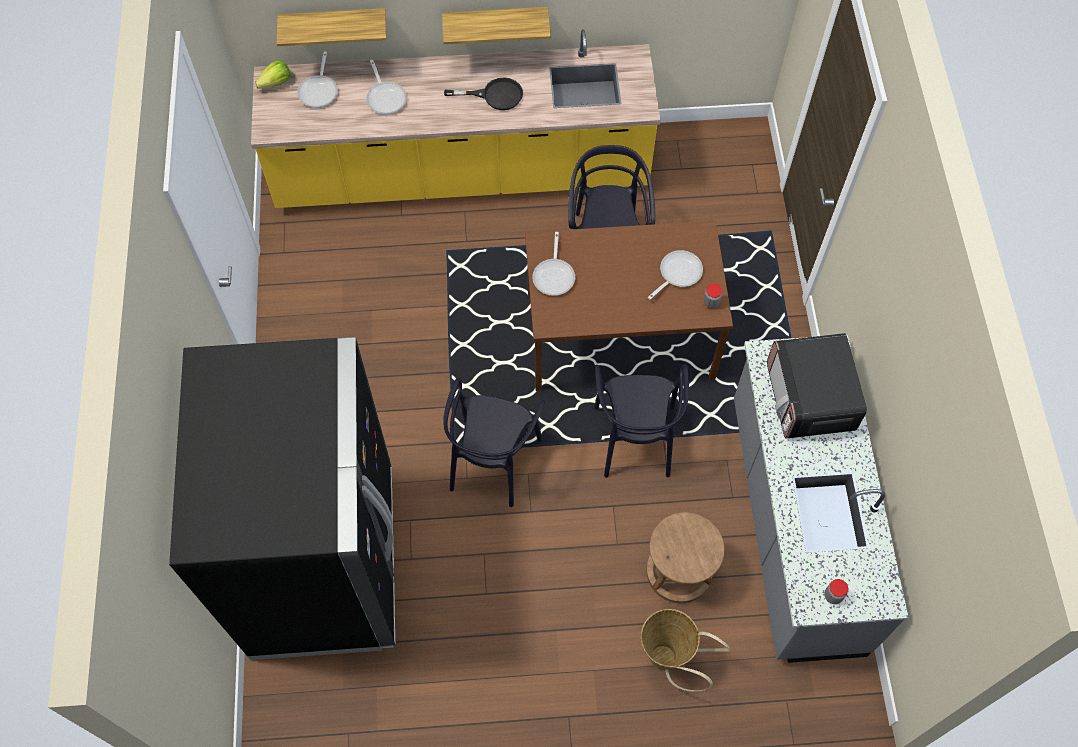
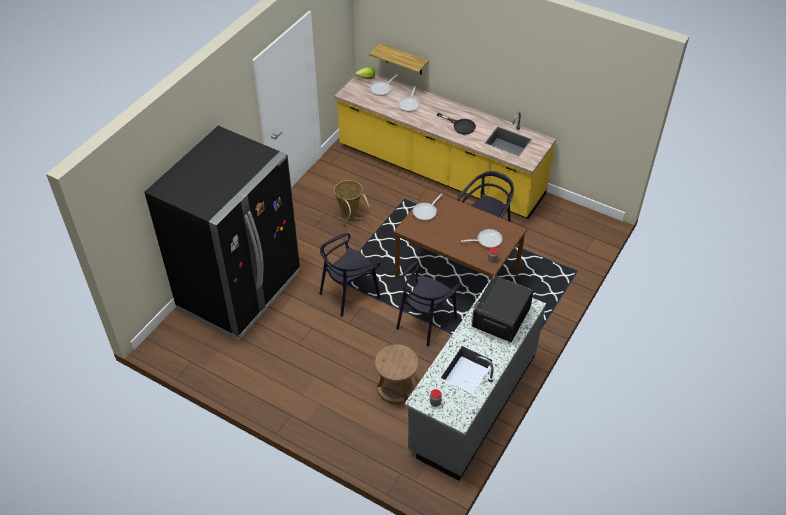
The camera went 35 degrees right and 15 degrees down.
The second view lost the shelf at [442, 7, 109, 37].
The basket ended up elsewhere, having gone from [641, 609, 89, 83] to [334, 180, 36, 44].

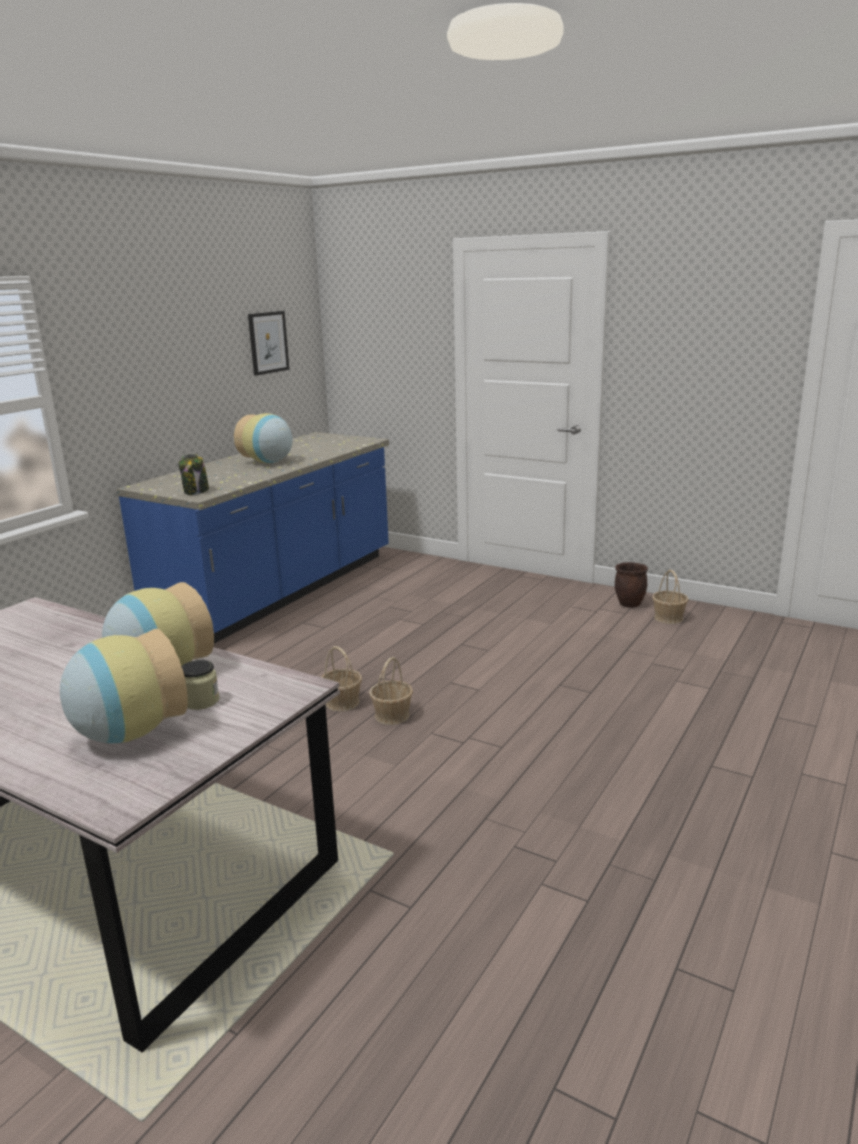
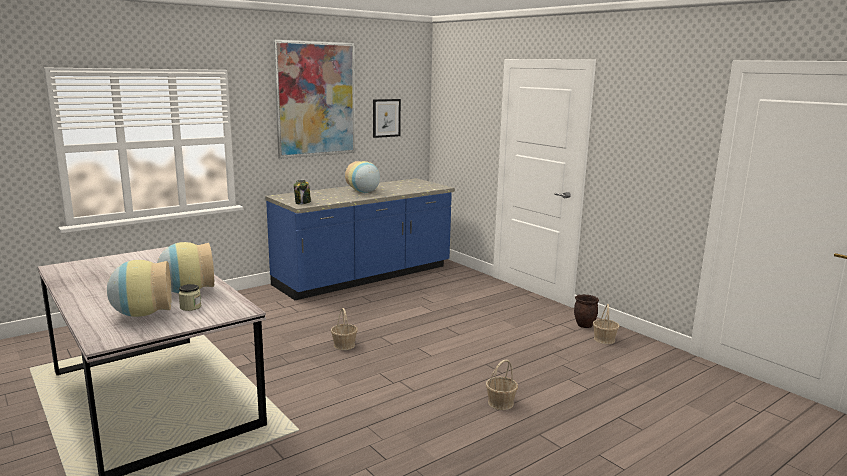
The camera went 20 degrees right and 5 degrees down.
The basket ended up elsewhere, having gone from [369, 657, 44, 68] to [486, 360, 32, 50].
The second view gained the picture at [273, 39, 82, 120].

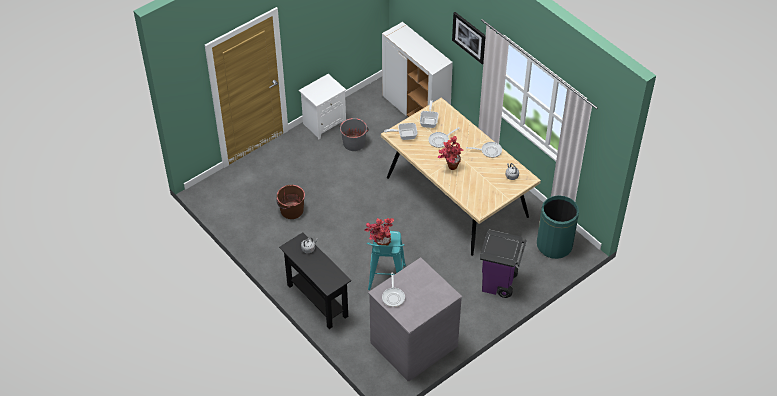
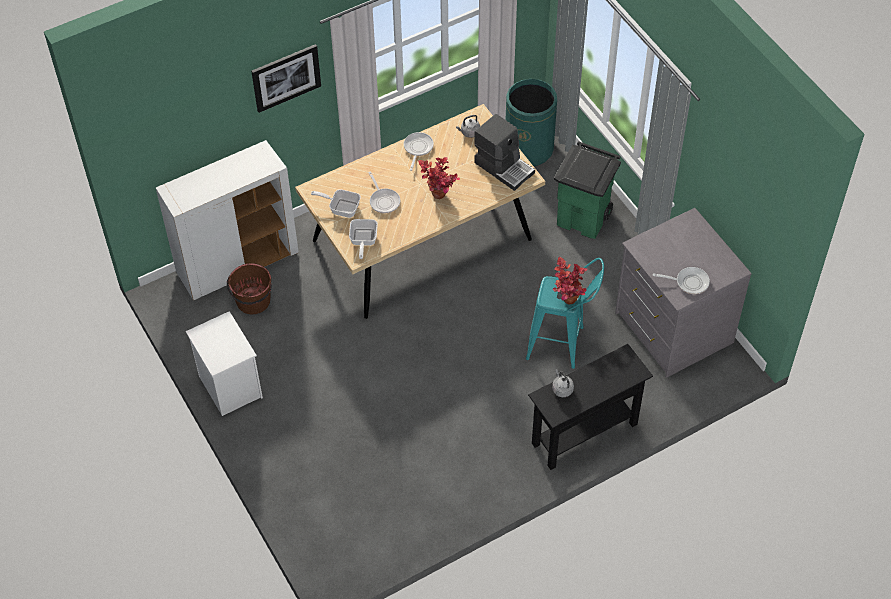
The camera went 80 degrees left and 5 degrees up.
The second view lost the bucket in grey at [340, 118, 29, 33].
The bucket in brown ended up elsewhere, having gone from [276, 185, 29, 34] to [227, 263, 45, 51].
What was the trash can in purple at [480, 230, 47, 68] turned into the trash can in green at [554, 141, 67, 98].
The second view gained the coffee machine at [474, 114, 61, 77].

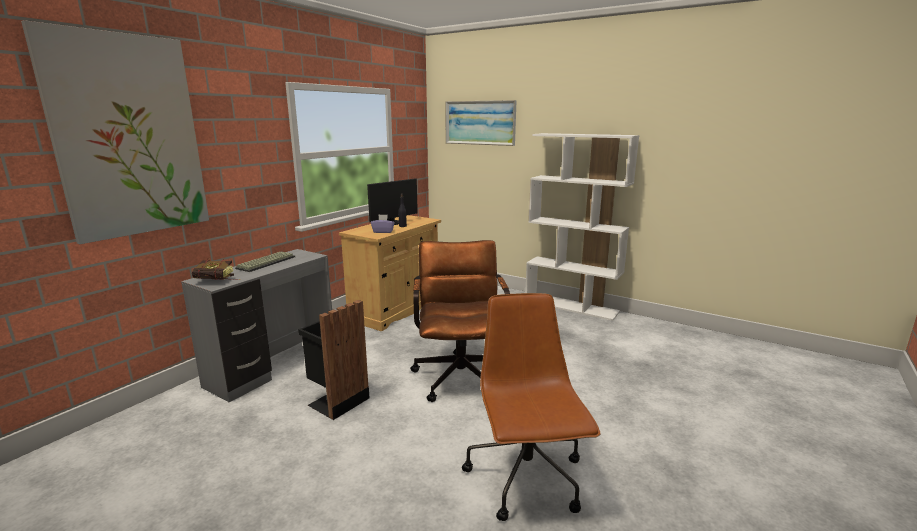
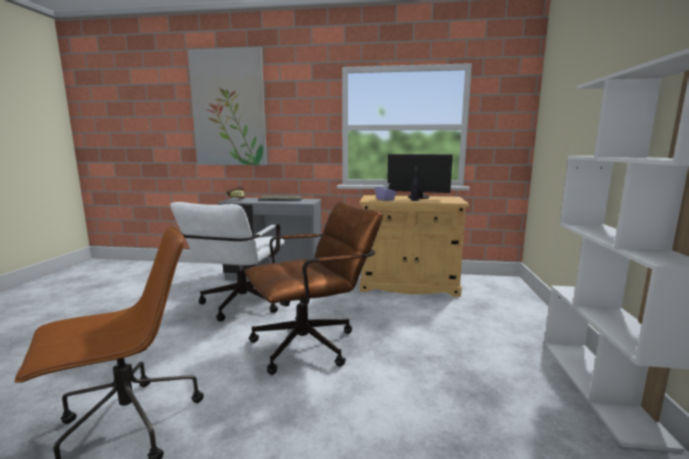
The camera went 65 degrees right and 5 degrees down.
The second view lost the picture at [445, 100, 72, 46].
Where the trash can in black stood at [298, 300, 71, 120], the office chair in white came to stand at [170, 202, 115, 119].

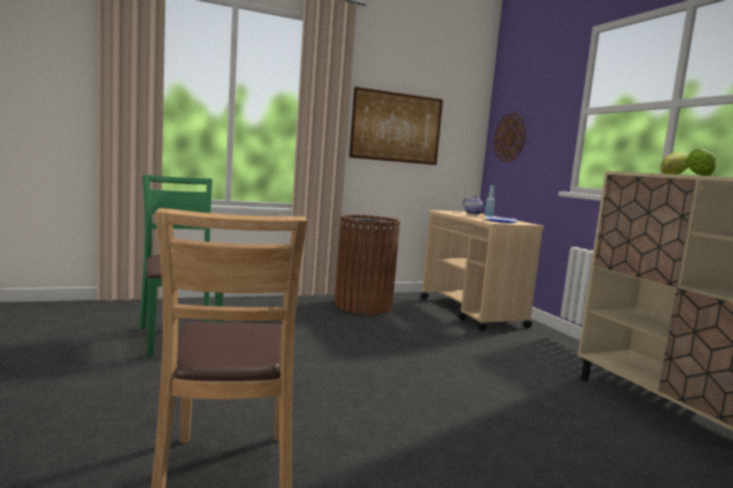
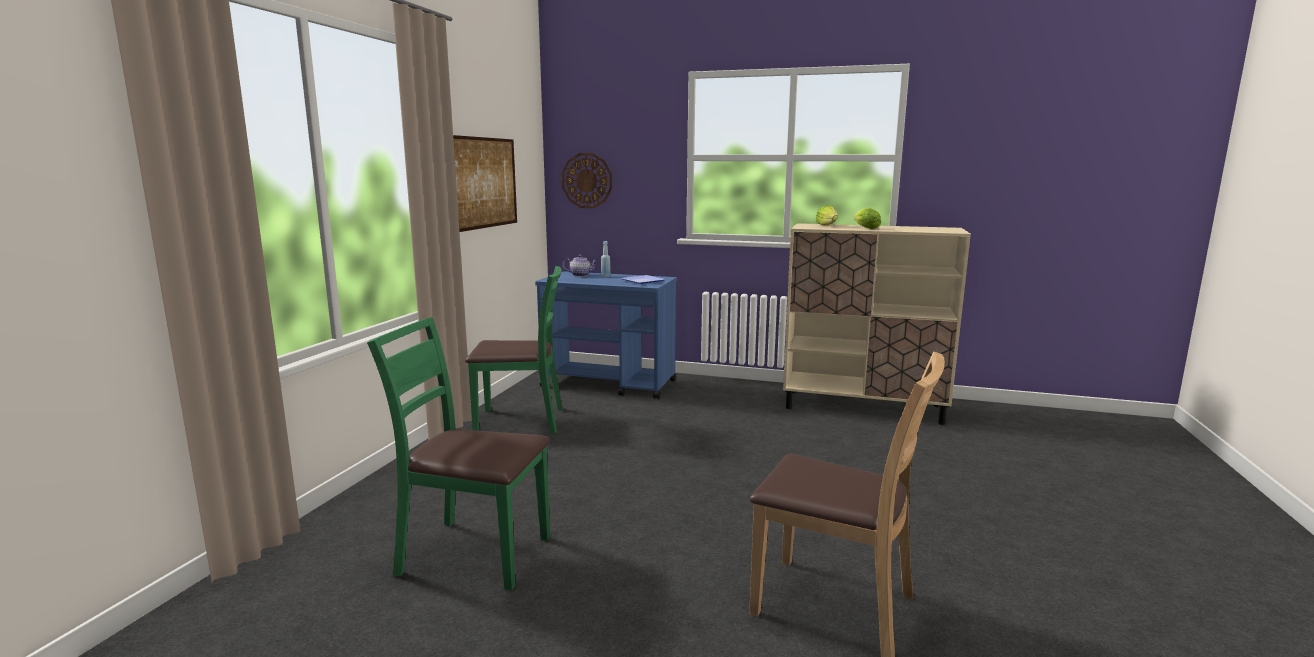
The camera went 50 degrees left and 5 degrees up.
What was the cart in beige at [421, 210, 123, 121] turned into the cart in blue at [535, 271, 142, 128].
Where the trash can in brown stood at [335, 215, 65, 100], the chair in green came to stand at [465, 266, 98, 167].

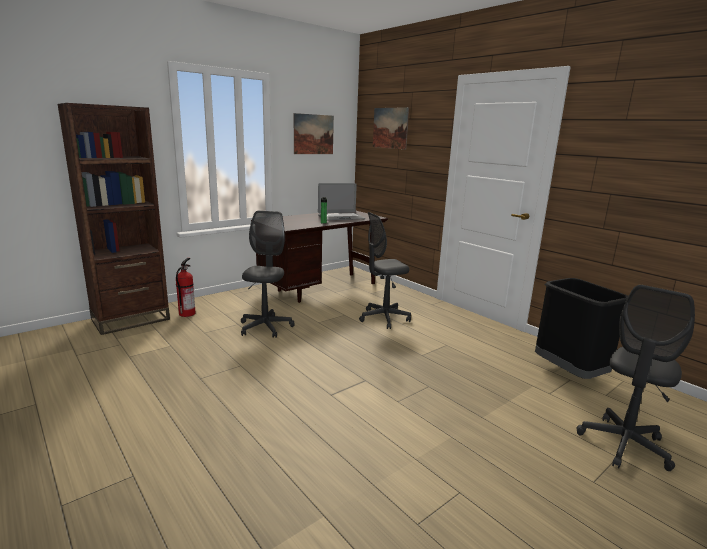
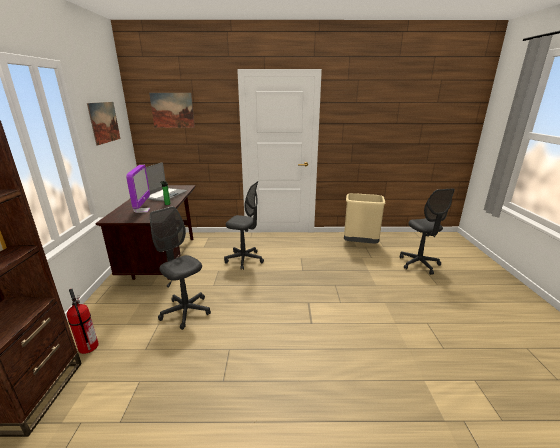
The camera went 50 degrees left and 5 degrees up.
The office chair in grey at [359, 212, 52, 117] ended up facing another way, 90 degrees counterclockwise from before.
What was the trash can in black at [535, 278, 93, 101] turned into the trash can in beige at [344, 193, 42, 50].
The second view gained the monitor at [126, 165, 24, 48].

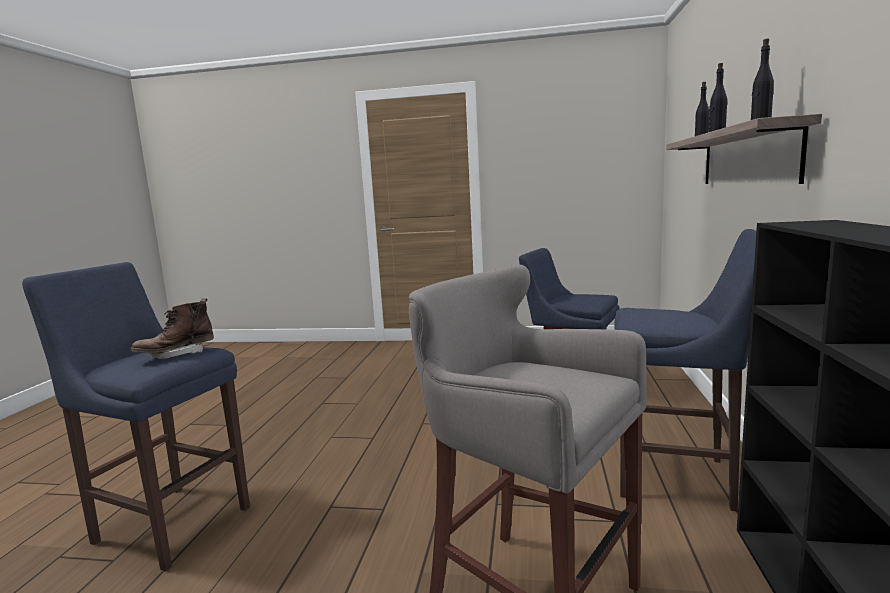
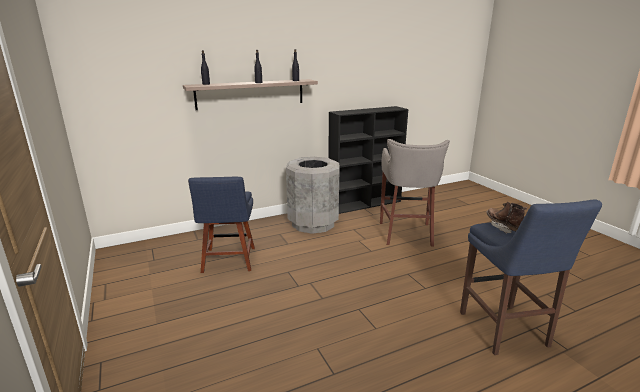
The camera went 125 degrees left and 10 degrees up.
Where the stool in blue stood at [614, 229, 142, 283], the trash can in grey came to stand at [286, 157, 54, 77].
The boot in brown at [130, 298, 84, 61] ended up facing another way, 120 degrees counterclockwise from before.

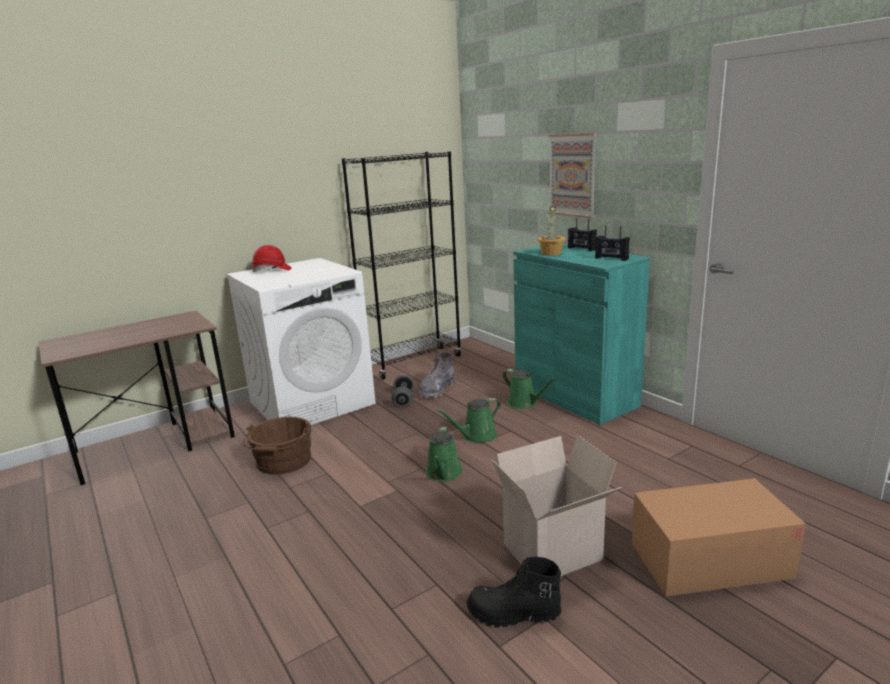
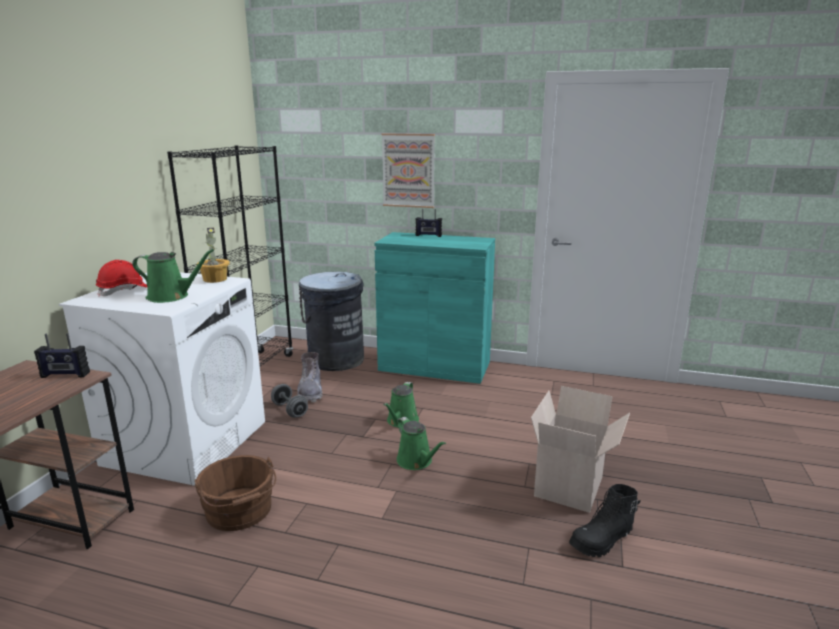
The camera went 40 degrees left and 0 degrees up.
The potted plant ended up elsewhere, having gone from [537, 207, 28, 49] to [196, 228, 34, 55].
The radio ended up elsewhere, having gone from [595, 225, 35, 36] to [34, 333, 56, 45].
The watering can in green ended up elsewhere, having gone from [503, 369, 54, 40] to [132, 249, 82, 54].
The second view lost the cardboard box at [632, 478, 174, 118].
The second view gained the trash can in grey at [299, 272, 65, 99].

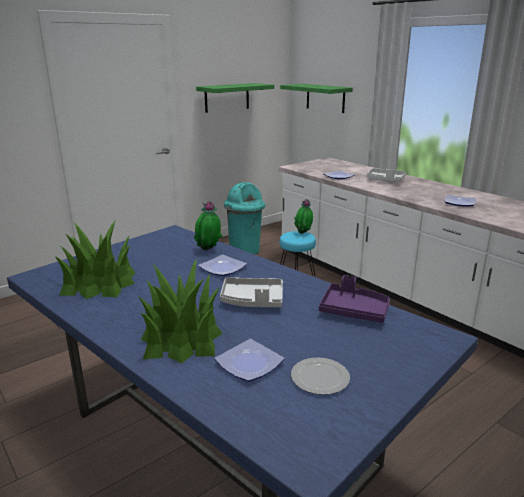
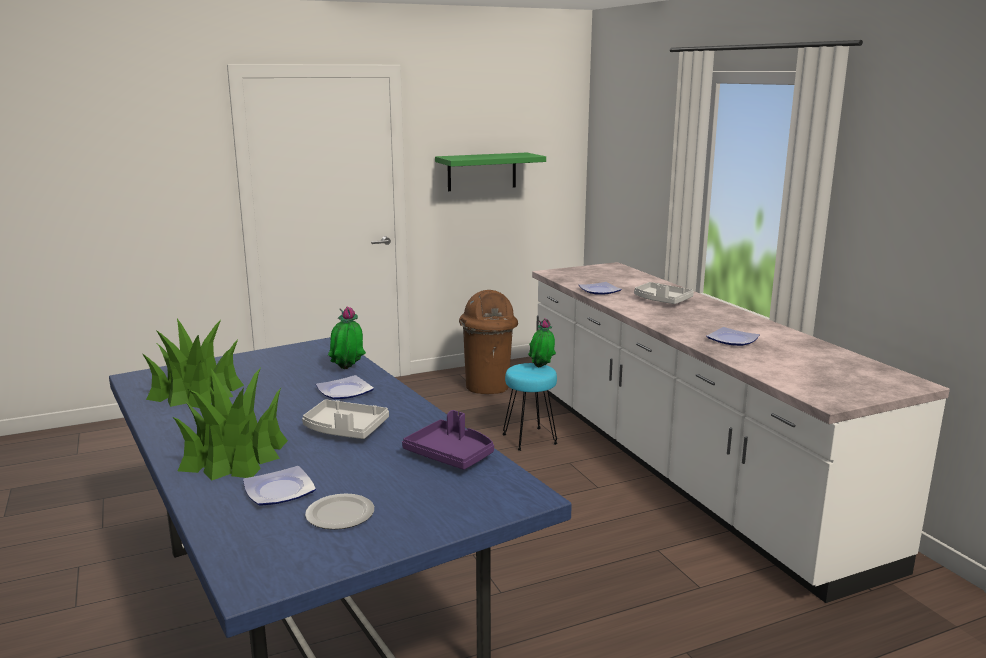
The camera went 15 degrees right and 5 degrees down.
The second view lost the shelf in green at [280, 84, 73, 29].
What was the trash can in turquoise at [224, 182, 41, 72] turned into the trash can in brown at [459, 290, 59, 104].

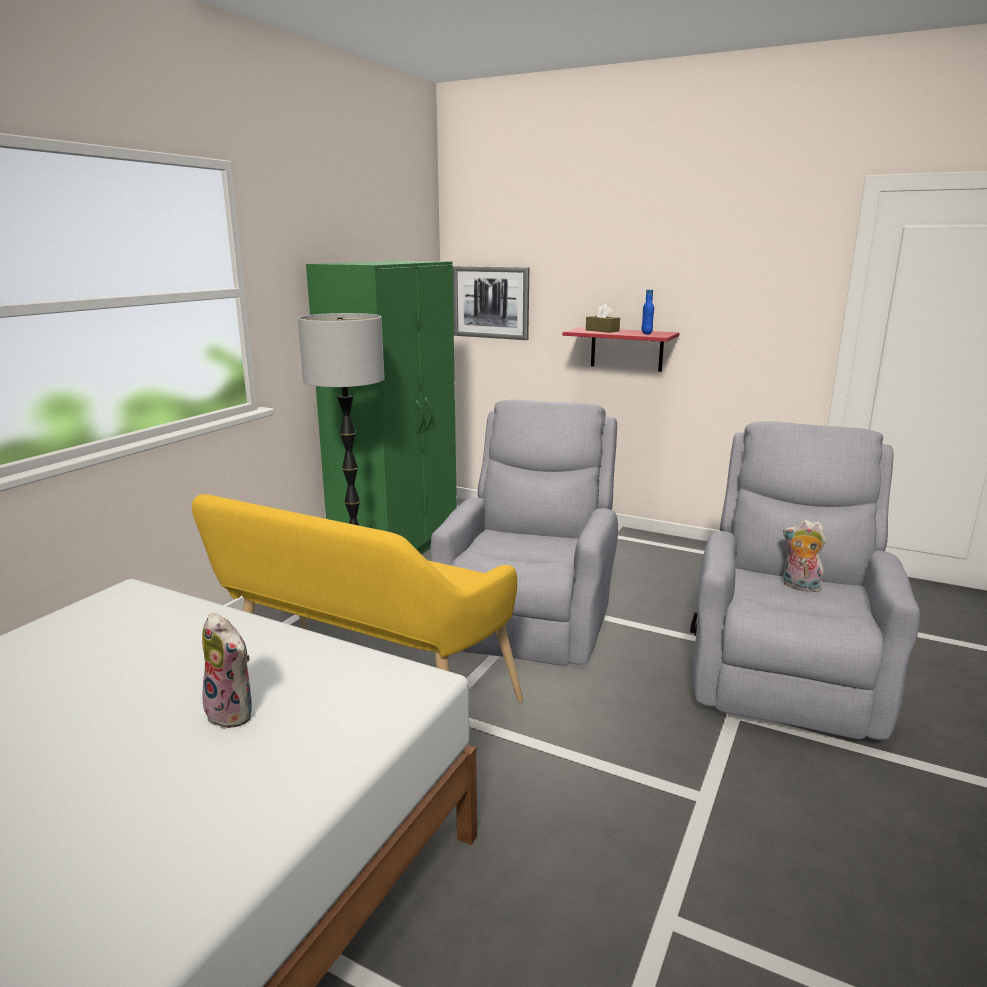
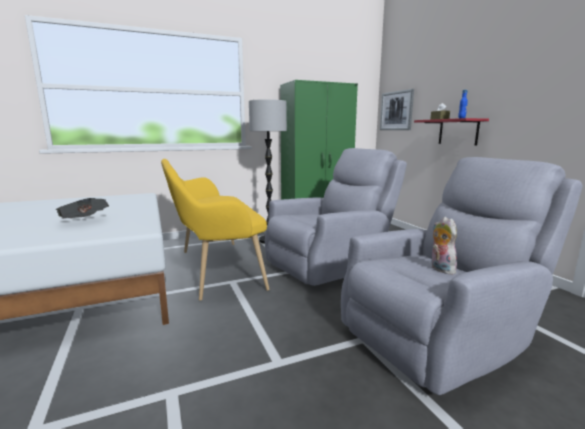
The camera went 40 degrees right and 5 degrees down.
Where the plush toy stood at [202, 612, 50, 117], the newspaper came to stand at [56, 198, 53, 20].

